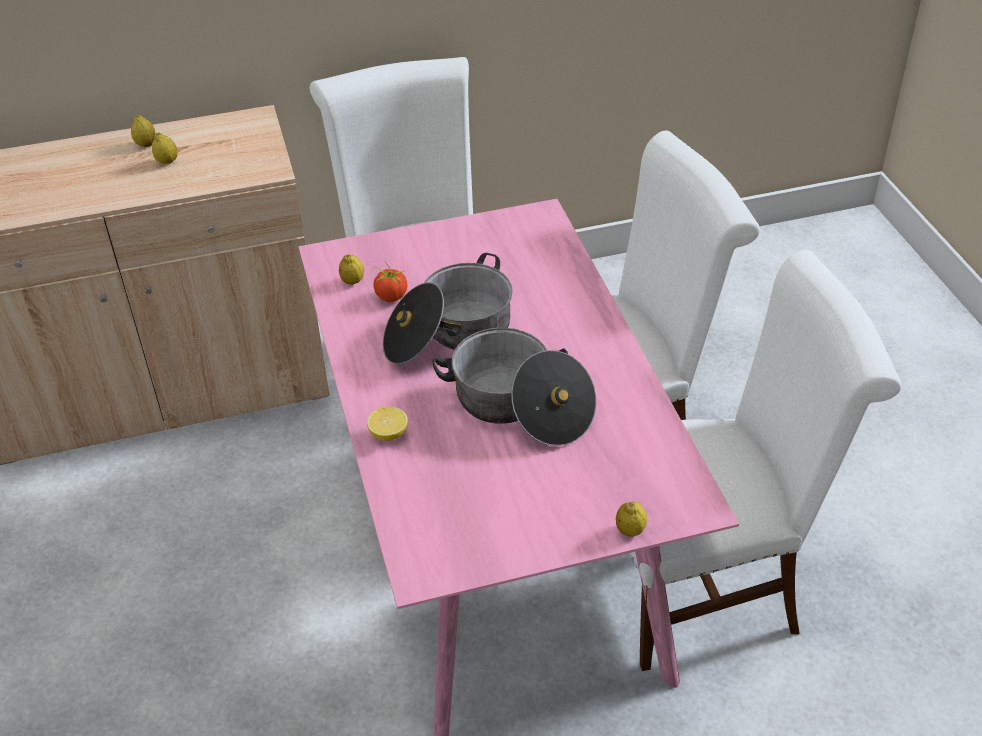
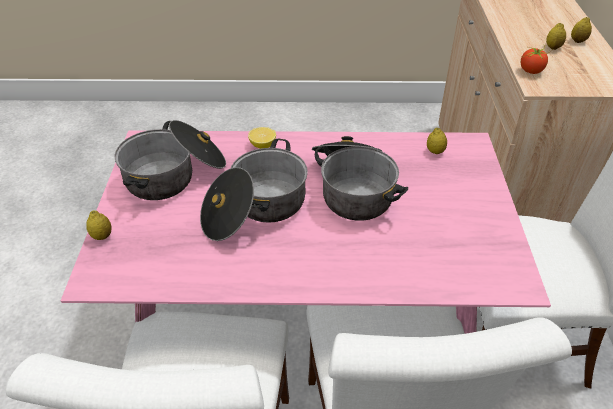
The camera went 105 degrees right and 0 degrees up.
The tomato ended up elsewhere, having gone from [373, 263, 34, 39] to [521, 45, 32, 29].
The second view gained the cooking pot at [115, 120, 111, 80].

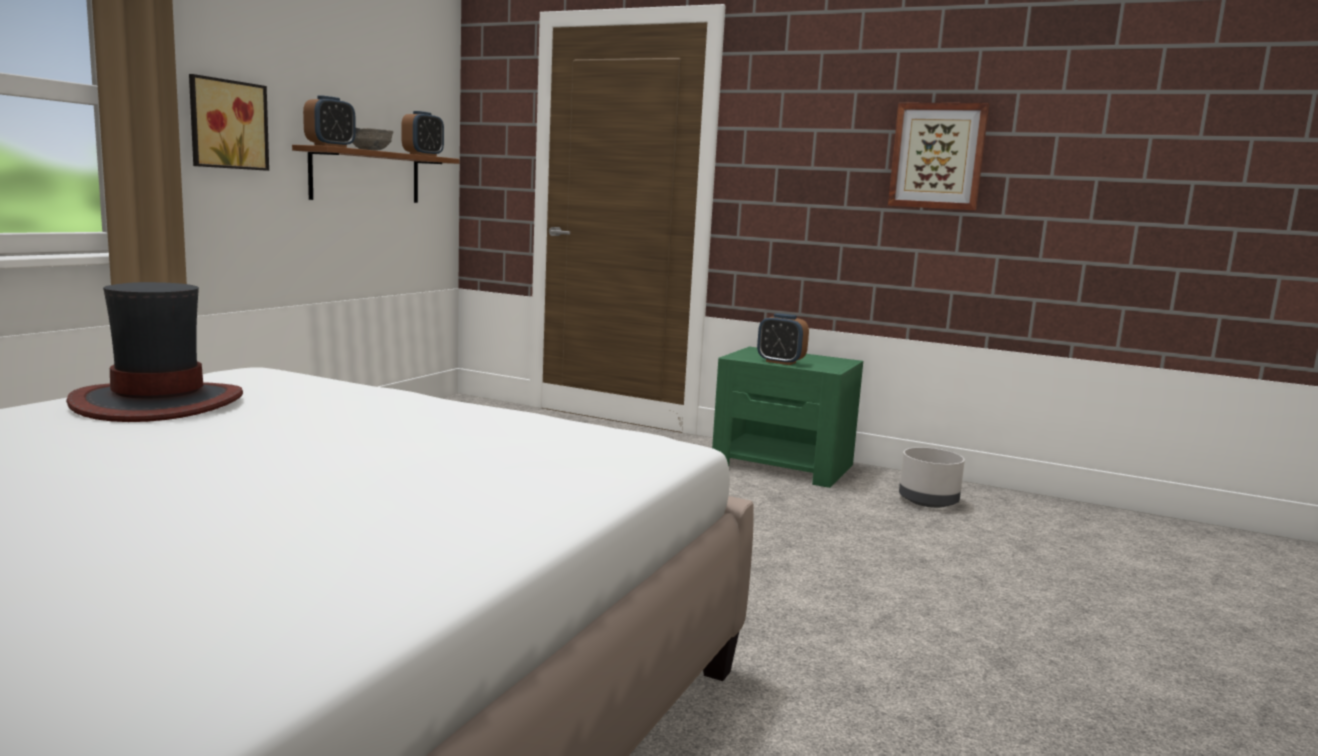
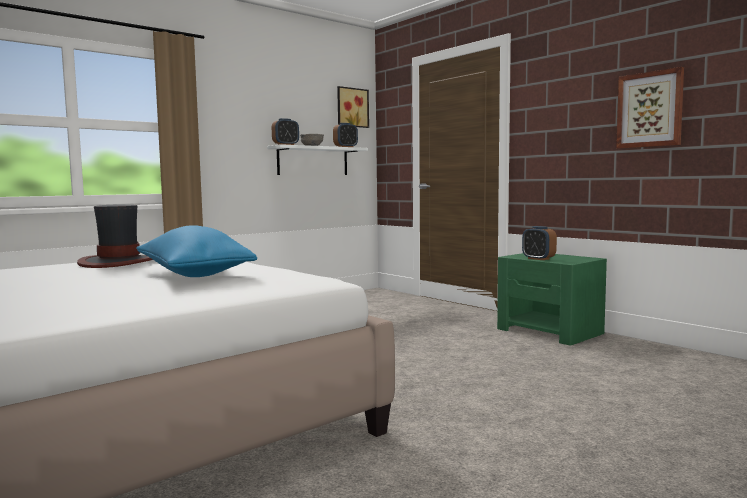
The camera went 25 degrees right and 5 degrees down.
The picture ended up elsewhere, having gone from [189, 74, 80, 97] to [337, 86, 32, 42].
What was the shelf in brown at [292, 145, 167, 58] turned into the shelf in white at [267, 144, 101, 31].
The second view lost the planter in grey at [899, 447, 66, 61].
The second view gained the pillow in blue at [136, 225, 121, 52].

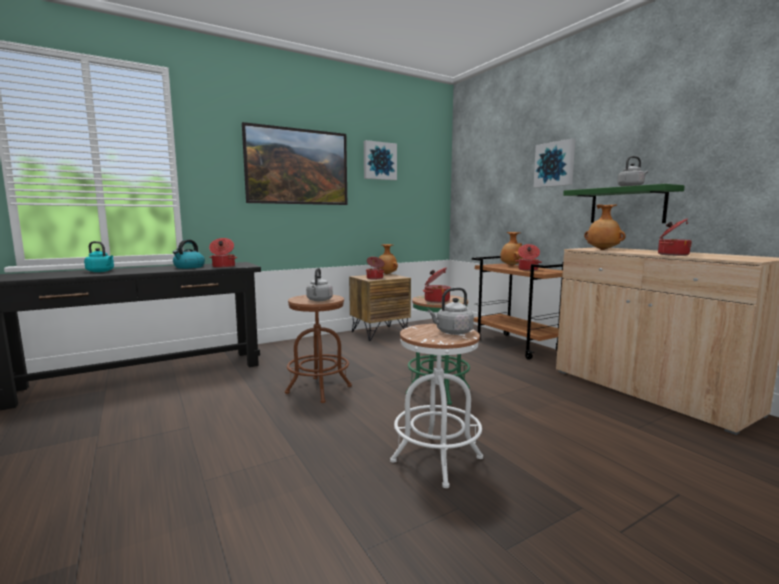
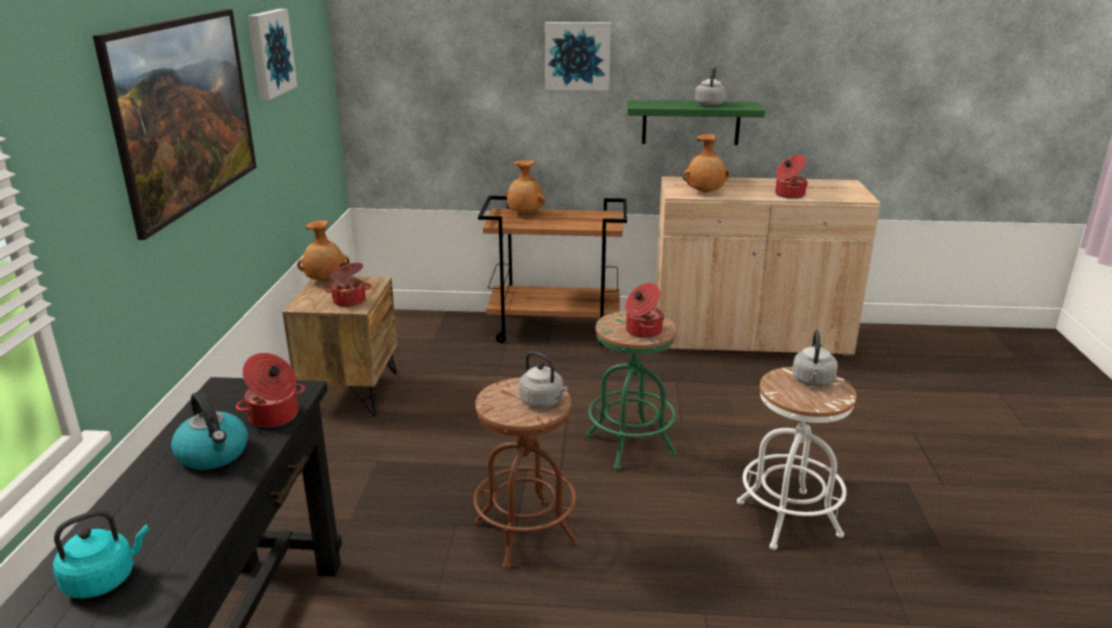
The camera went 55 degrees left and 15 degrees up.
The second view lost the cooking pot at [515, 244, 27, 27].

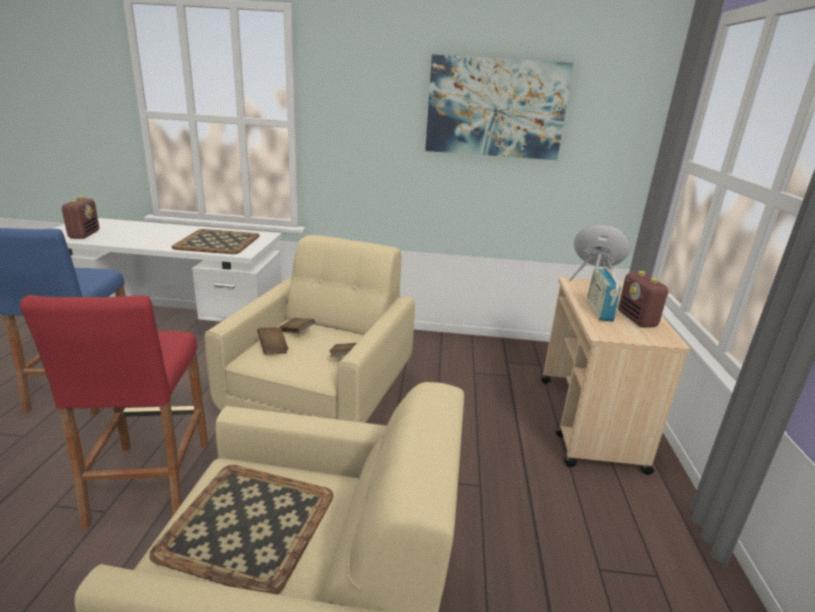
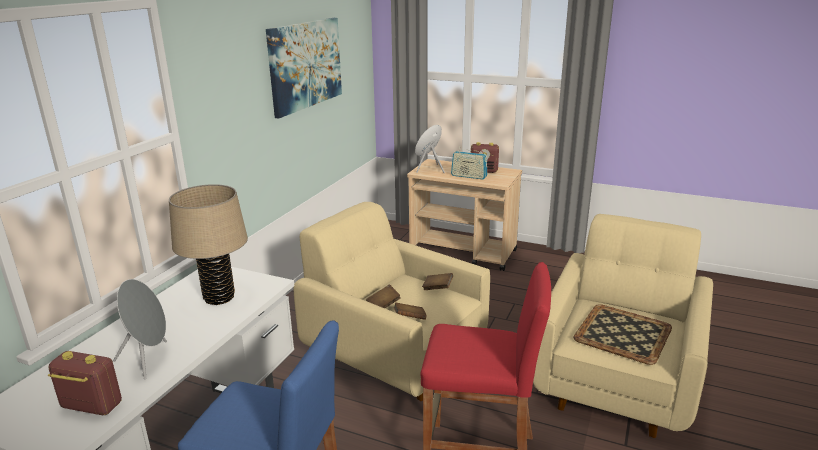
The camera went 70 degrees left and 0 degrees up.
Where the tray stood at [172, 229, 88, 25], the table lamp in beige came to stand at [169, 184, 79, 121].
The second view gained the speaker in grey at [113, 279, 54, 101].

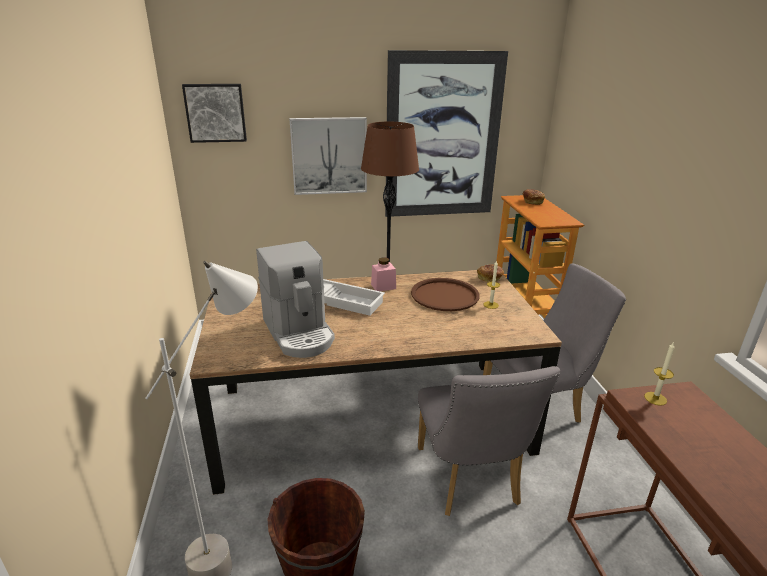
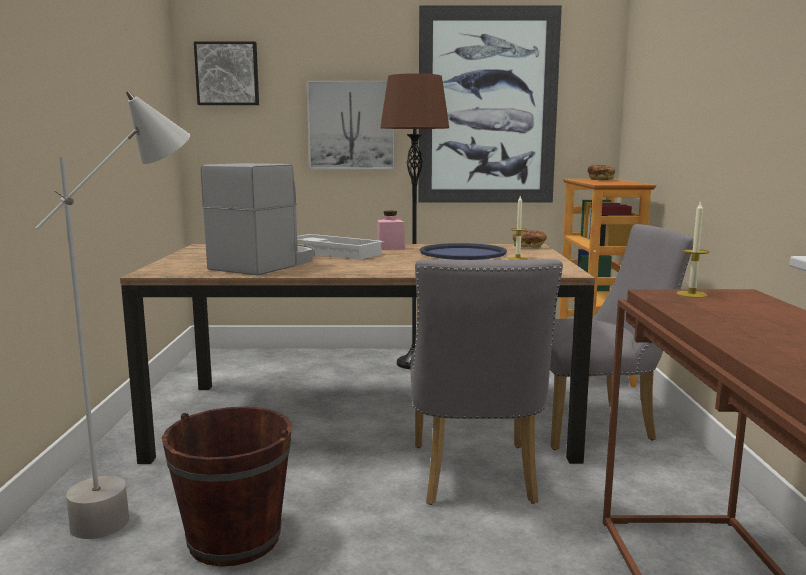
The camera went 10 degrees right and 15 degrees down.
The coffee machine at [256, 241, 79, 117] ended up facing another way, 135 degrees counterclockwise from before.
What was the tray in brown at [411, 278, 68, 33] turned into the tray in blue at [420, 243, 87, 17].

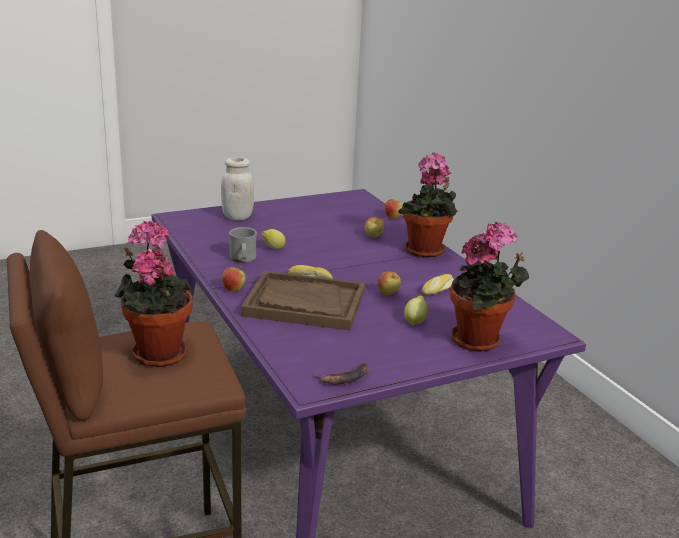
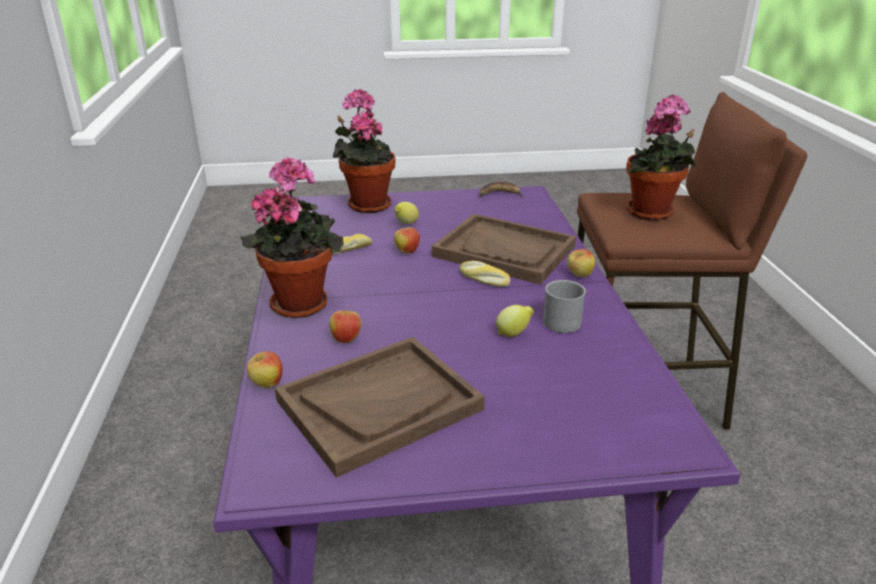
The camera went 160 degrees left and 5 degrees up.
The second view lost the jar in white at [221, 157, 33, 63].
The second view gained the tray in brown at [275, 337, 210, 141].

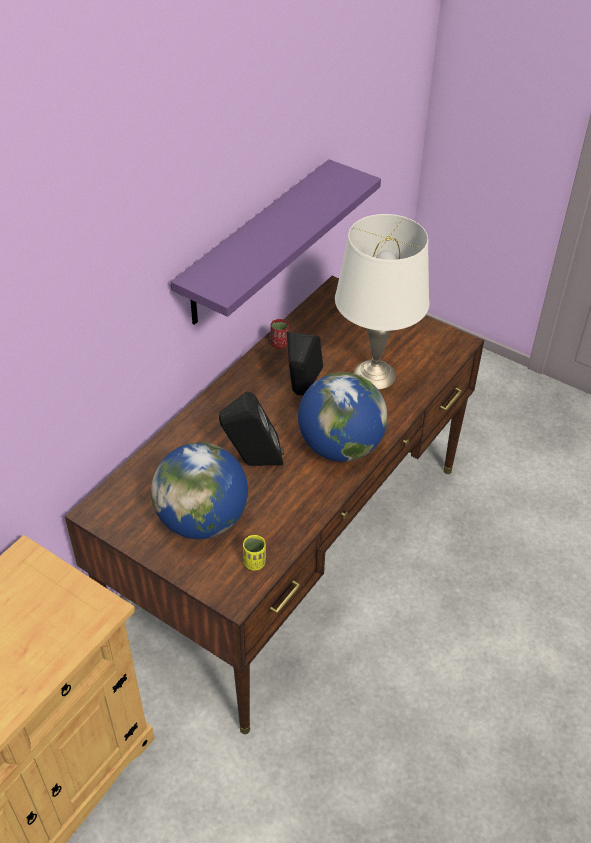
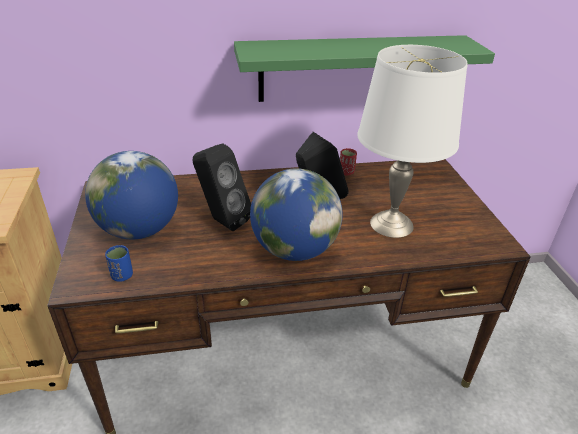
The camera went 45 degrees right and 10 degrees down.
What was the shelf in purple at [171, 159, 210, 166] turned into the shelf in green at [234, 35, 261, 67].
What was the cup in yellow at [243, 535, 23, 36] turned into the cup in blue at [105, 245, 28, 37].

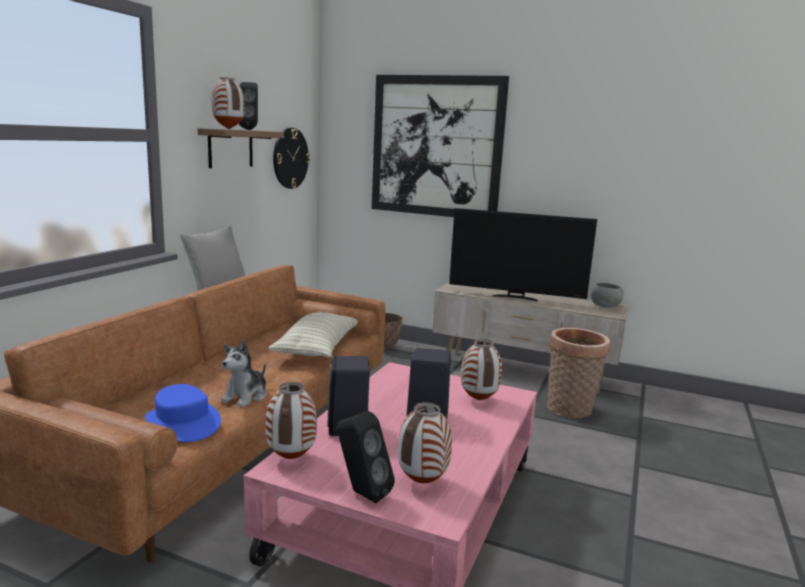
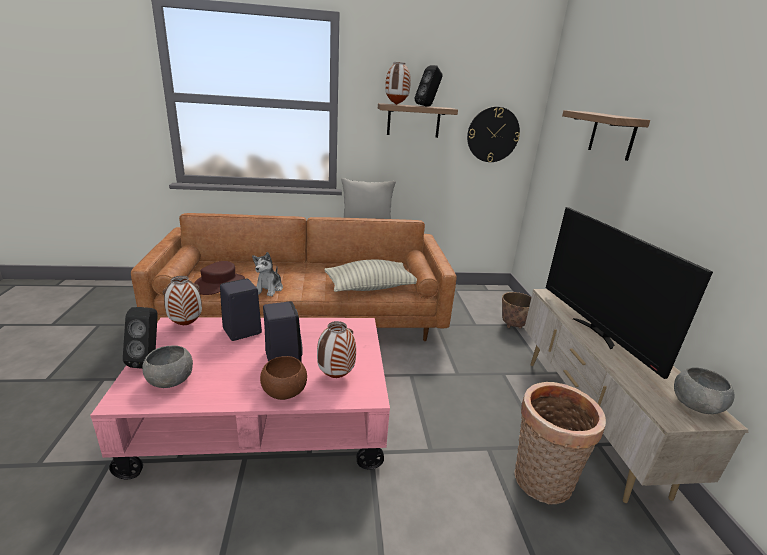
The camera went 60 degrees right and 10 degrees up.
Where the picture hung at [372, 75, 137, 142], the shelf came to hang at [562, 110, 88, 51].
The plush toy at [221, 340, 46, 67] ended up facing another way, 75 degrees counterclockwise from before.
What was the hat in blue at [145, 384, 76, 58] turned into the hat in brown at [194, 261, 51, 34].
Where the vase stood at [398, 402, 54, 81], the bowl in grey came to stand at [142, 345, 51, 43].
The second view gained the bowl in brown at [260, 356, 47, 44].

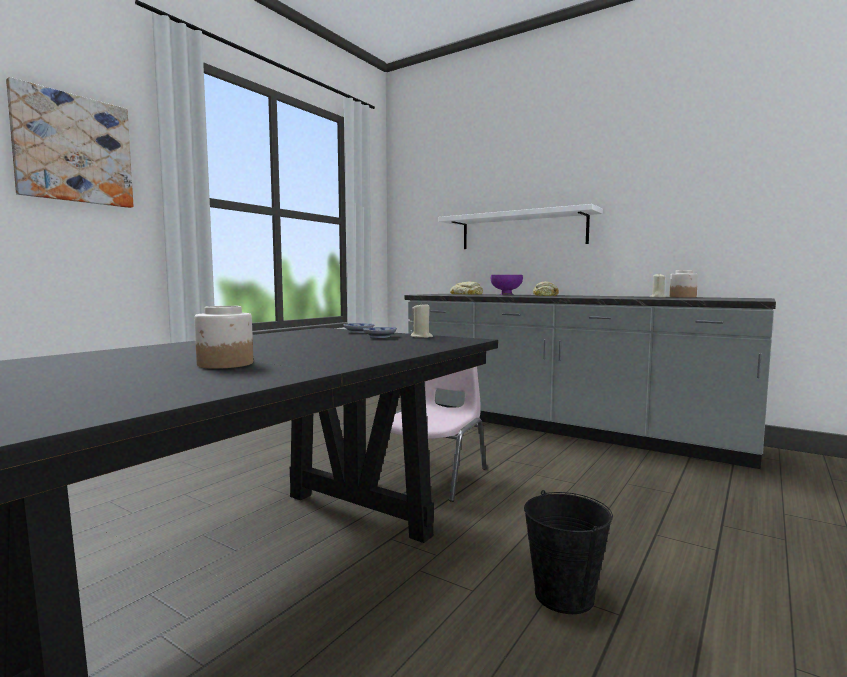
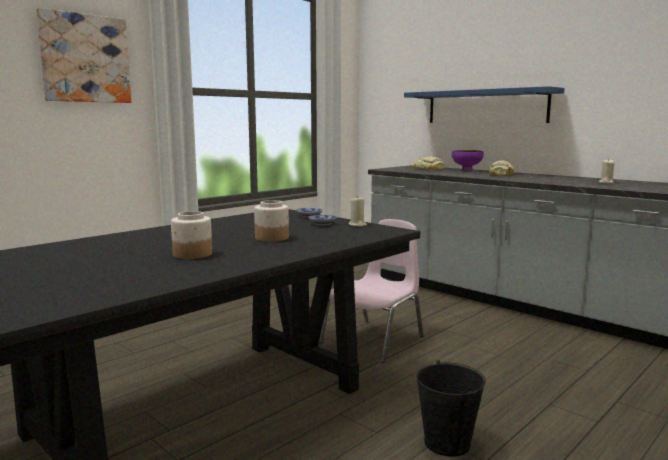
The camera went 10 degrees right and 5 degrees up.
What was the shelf in white at [438, 204, 165, 45] turned into the shelf in blue at [404, 86, 161, 37].
The jar ended up elsewhere, having gone from [669, 270, 29, 28] to [254, 200, 35, 42].

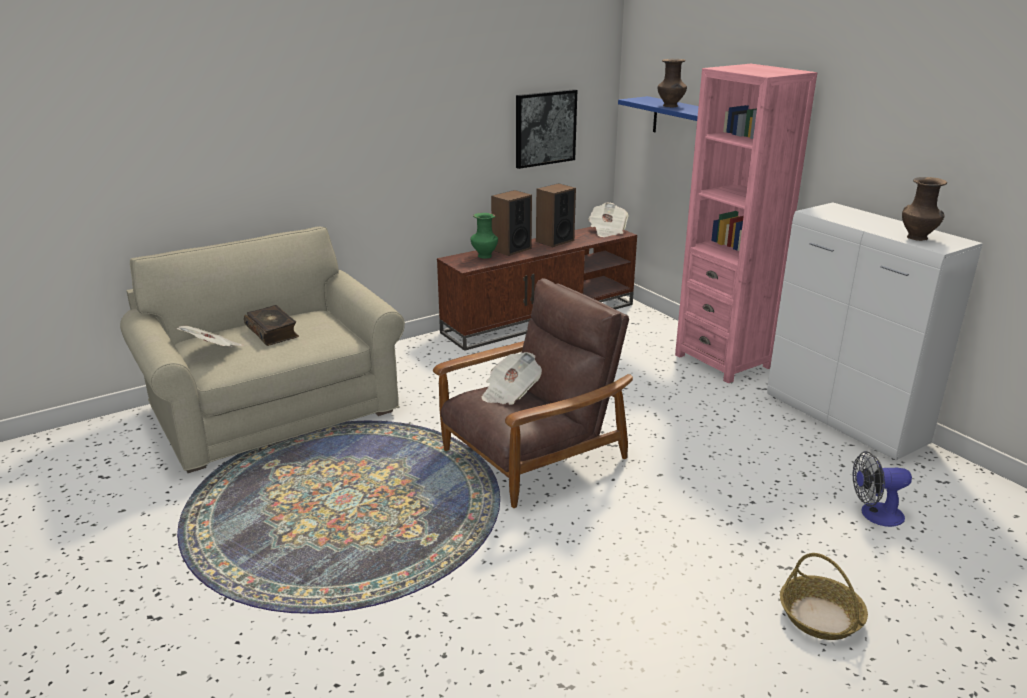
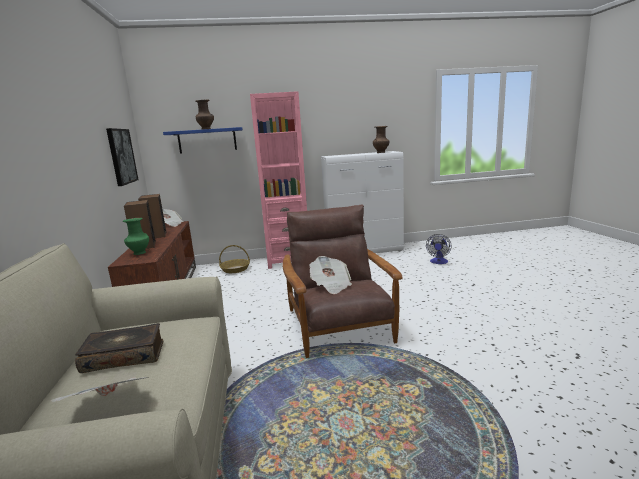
The camera went 65 degrees left and 10 degrees down.
The basket ended up elsewhere, having gone from [780, 553, 88, 87] to [219, 245, 31, 28].

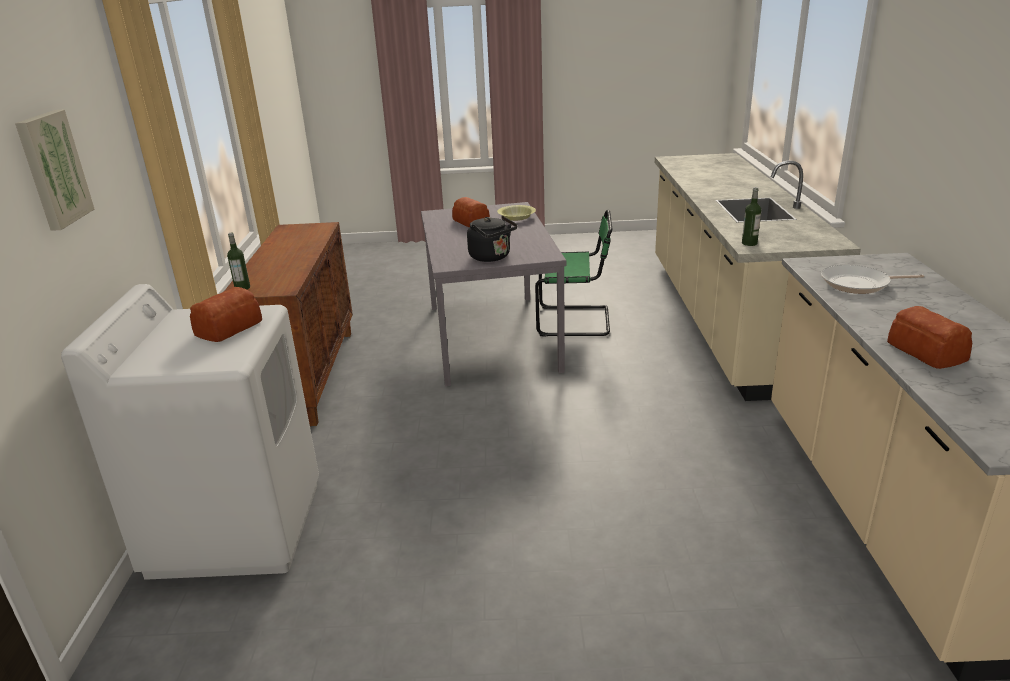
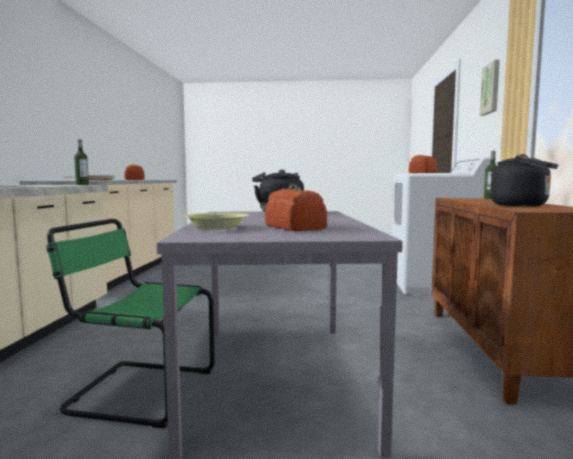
The camera went 175 degrees left and 20 degrees down.
The second view gained the kettle in black at [490, 154, 68, 52].

